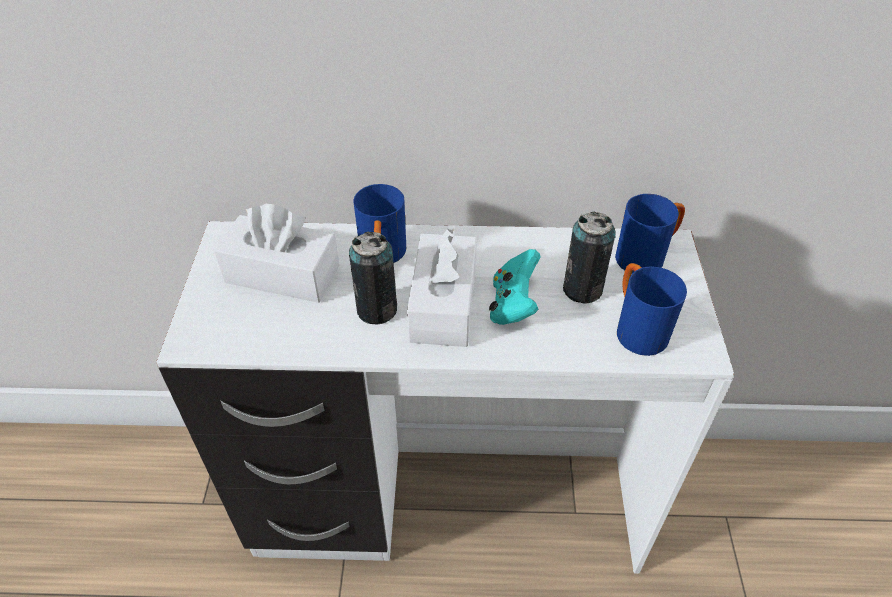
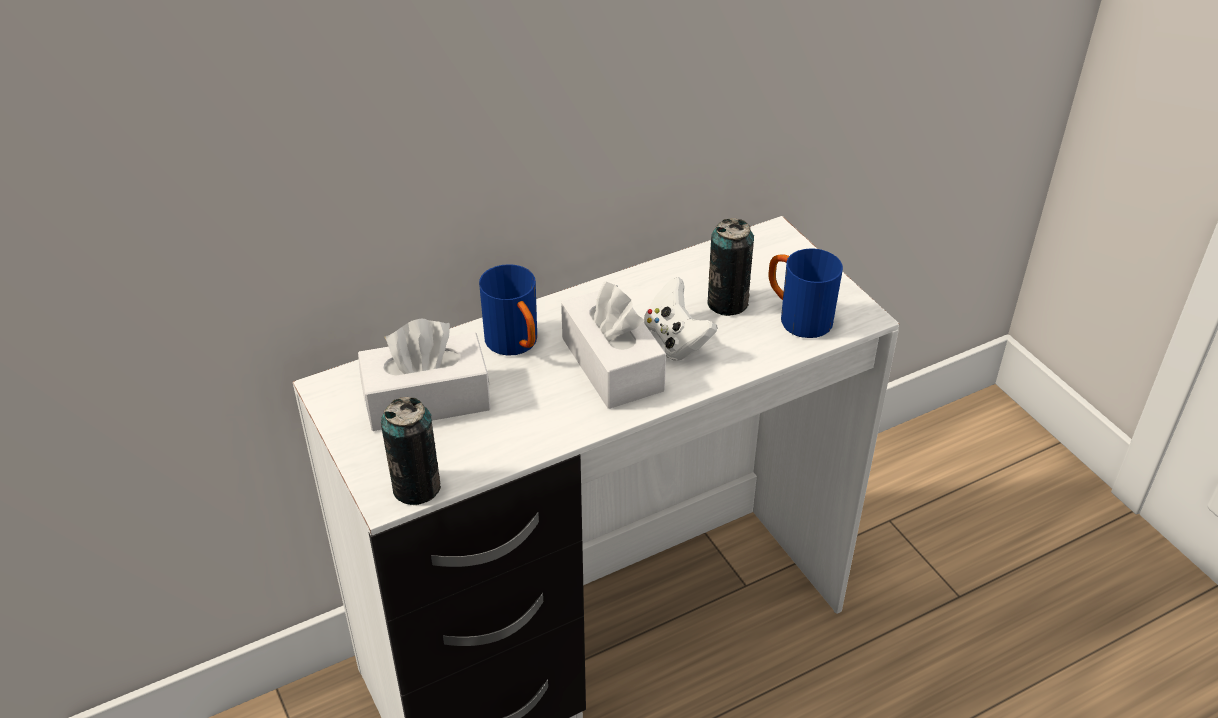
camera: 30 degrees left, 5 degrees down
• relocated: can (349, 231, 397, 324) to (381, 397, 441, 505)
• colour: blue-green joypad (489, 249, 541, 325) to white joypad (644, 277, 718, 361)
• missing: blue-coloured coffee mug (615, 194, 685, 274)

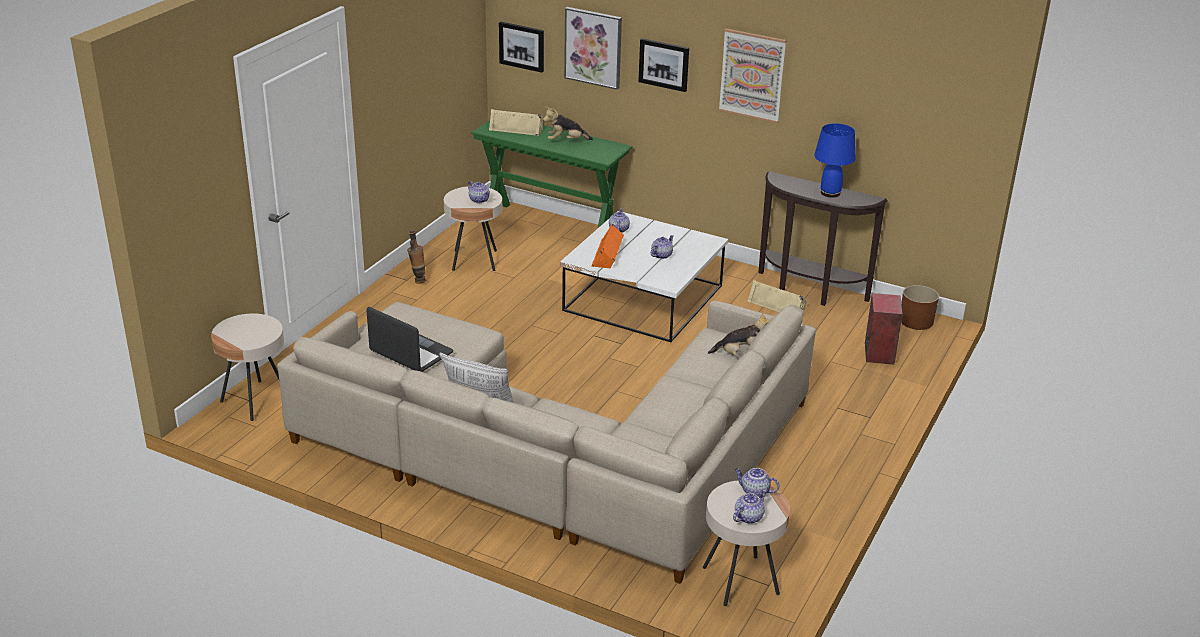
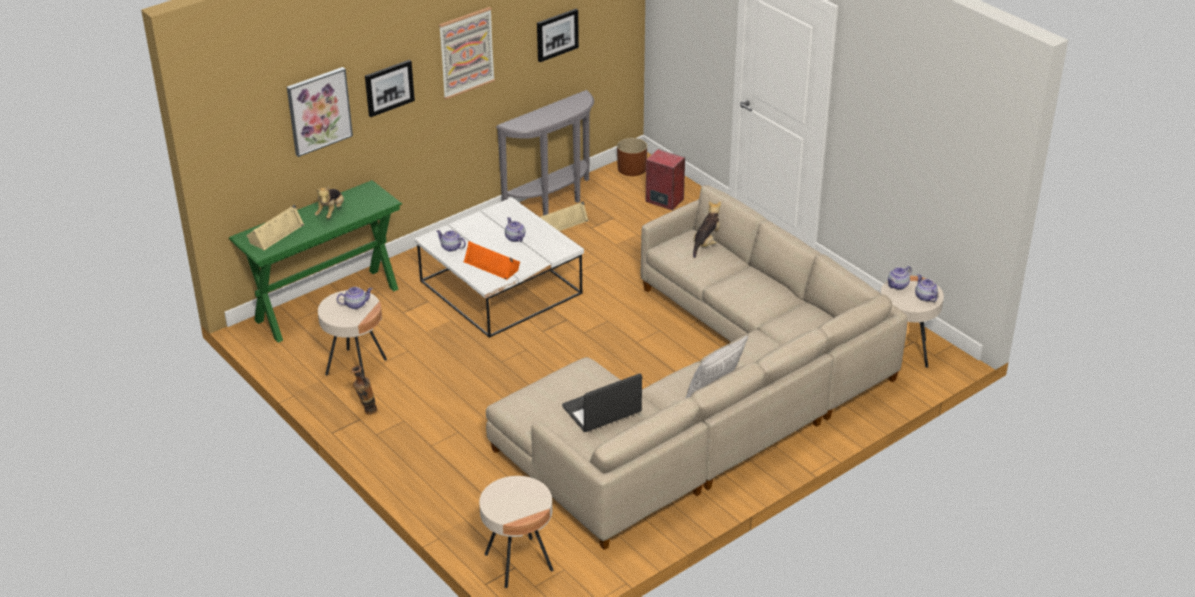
camera: 65 degrees left, 5 degrees up
• relocated: wall art (499, 22, 544, 73) to (537, 9, 579, 62)
• colour: brown-coloured narrow table (758, 171, 888, 306) to grey narrow table (496, 90, 594, 215)
• missing: blue-coloured lamp for a table (814, 123, 856, 198)

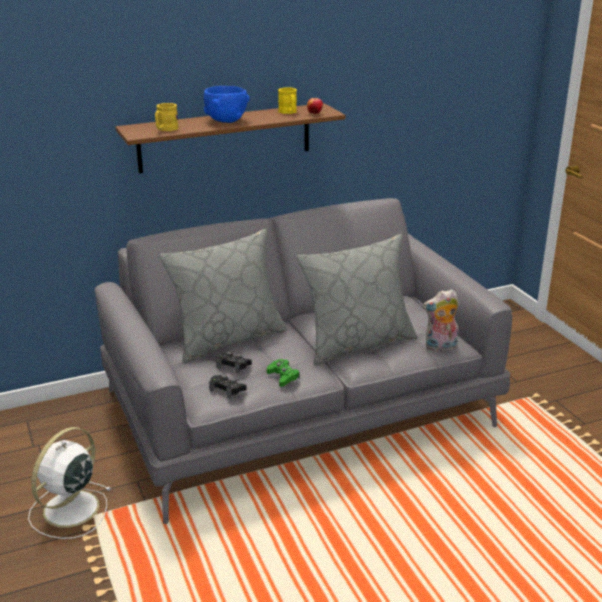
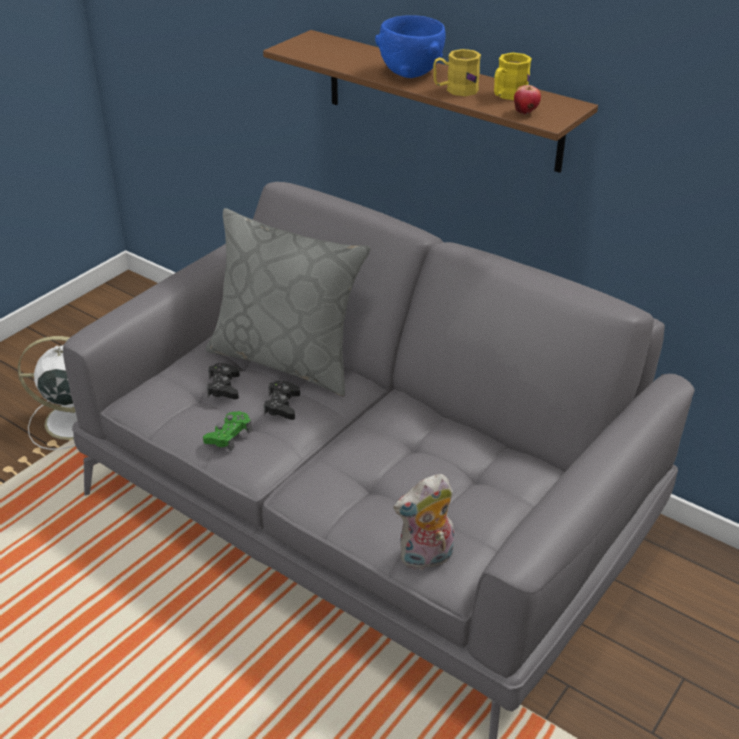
camera: 60 degrees right, 10 degrees up
• relocated: yellowish coffee mug (155, 103, 179, 131) to (433, 49, 481, 96)
• relocated: blackish joypad (209, 375, 247, 399) to (264, 380, 300, 420)
• missing: grey cushion (297, 234, 417, 366)
• spun: cuddly toy (423, 289, 459, 351) = (394, 474, 454, 570) 75 degrees counterclockwise

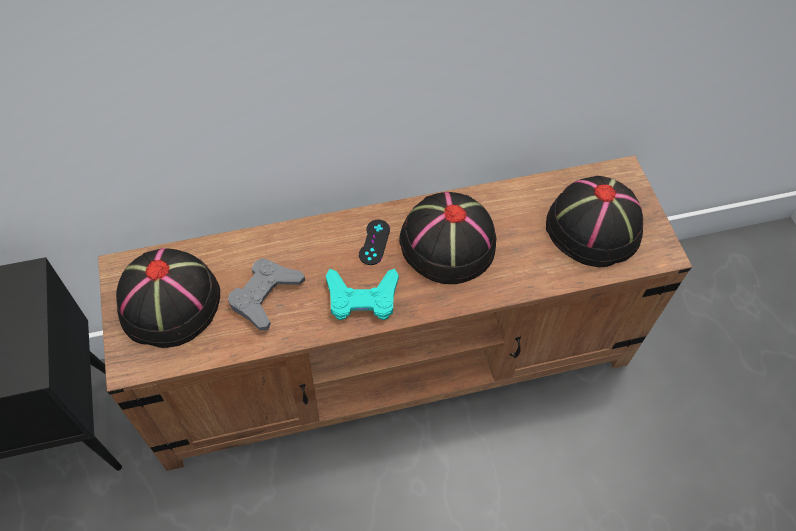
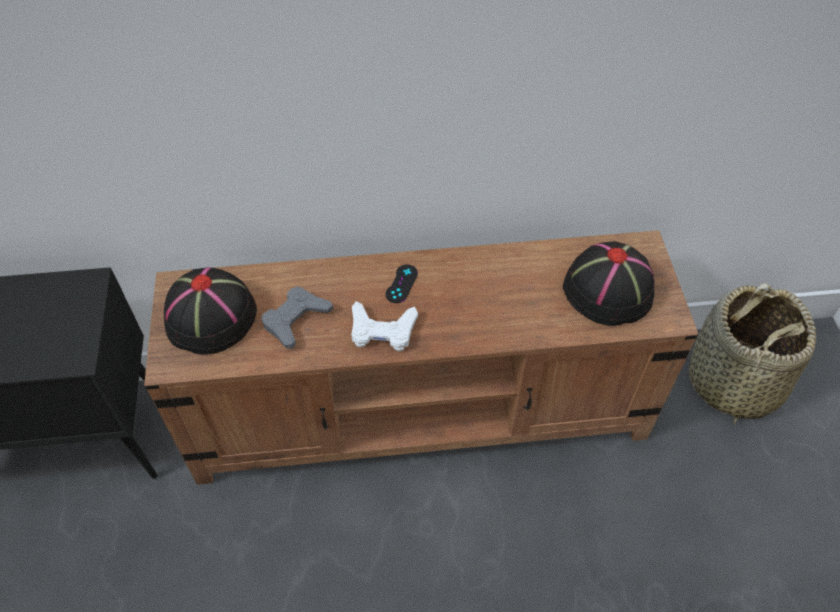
camera: 10 degrees right, 5 degrees down
• colour: blue-green joypad (326, 269, 399, 320) to white joypad (351, 301, 418, 351)
• missing: blackish clothing hat (399, 192, 496, 284)
• appeared: storage basket (689, 283, 816, 425)

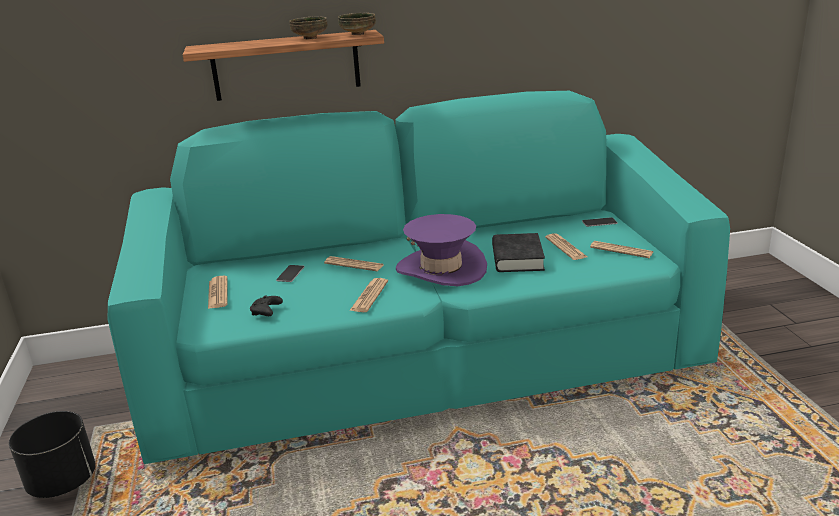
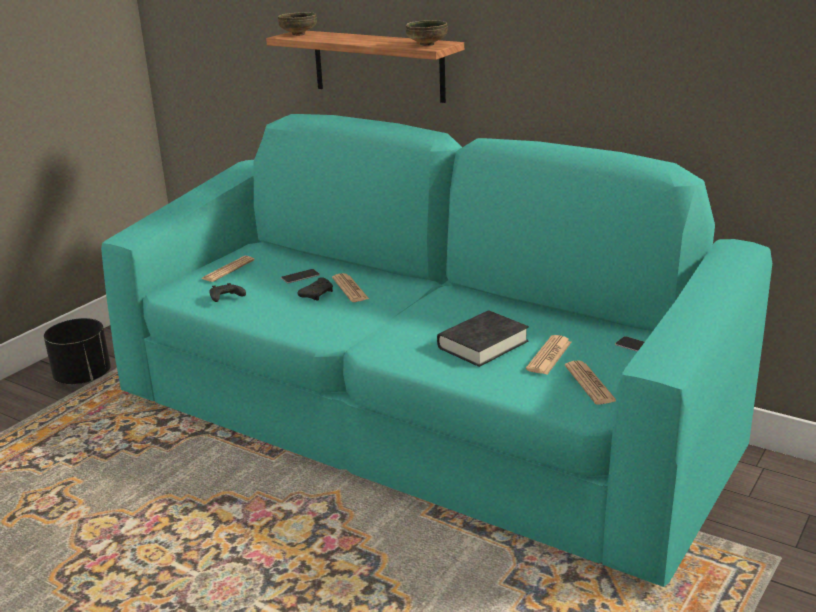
camera: 45 degrees right, 0 degrees up
• relocated: bowl (289, 16, 327, 39) to (278, 12, 317, 36)
• missing: printed paper (349, 278, 388, 312)
• missing: purplish clothing hat (396, 214, 487, 286)
• appeared: blackish joypad (297, 277, 333, 301)

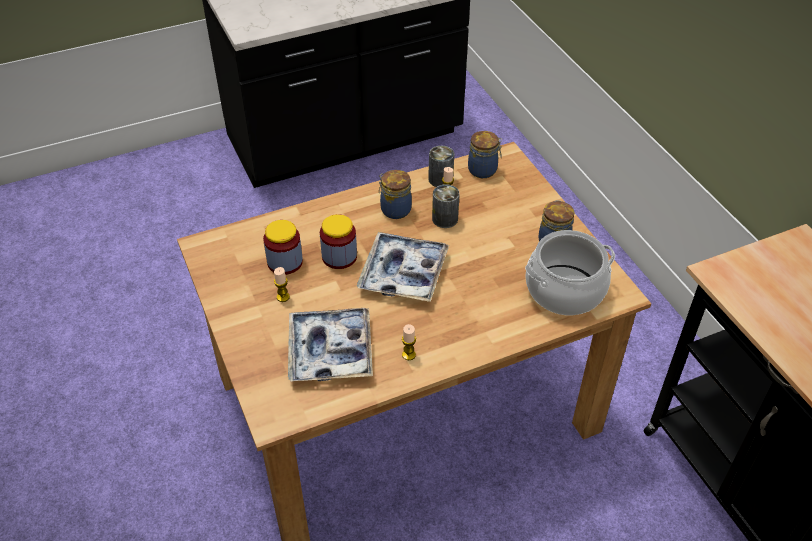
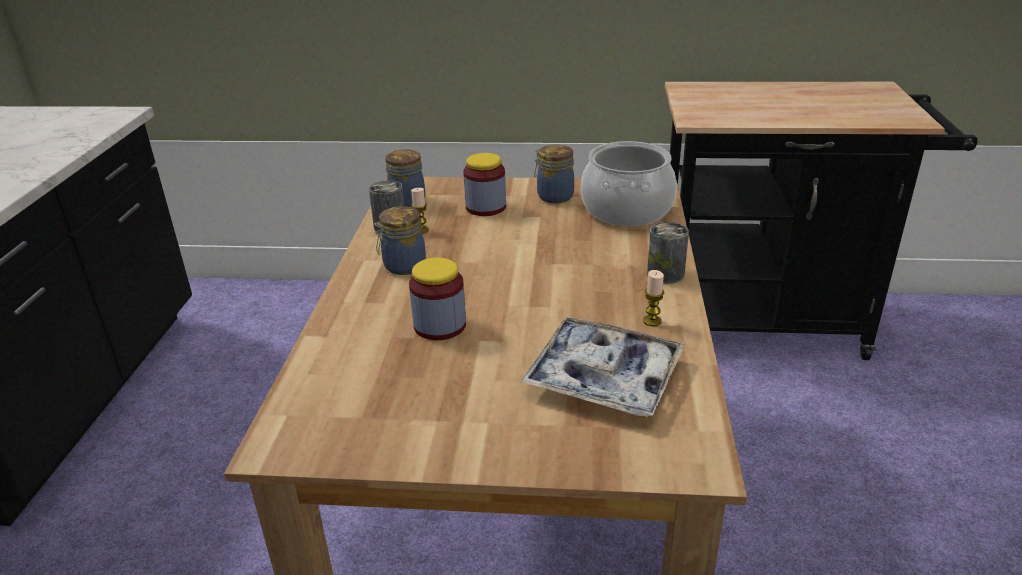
camera: 60 degrees left, 15 degrees down
• relocated: storage jar (263, 220, 303, 275) to (463, 153, 506, 216)
• missing: wax light (274, 267, 290, 302)
• missing: tray (357, 232, 449, 302)
• relocated: can (432, 184, 460, 228) to (647, 222, 689, 284)

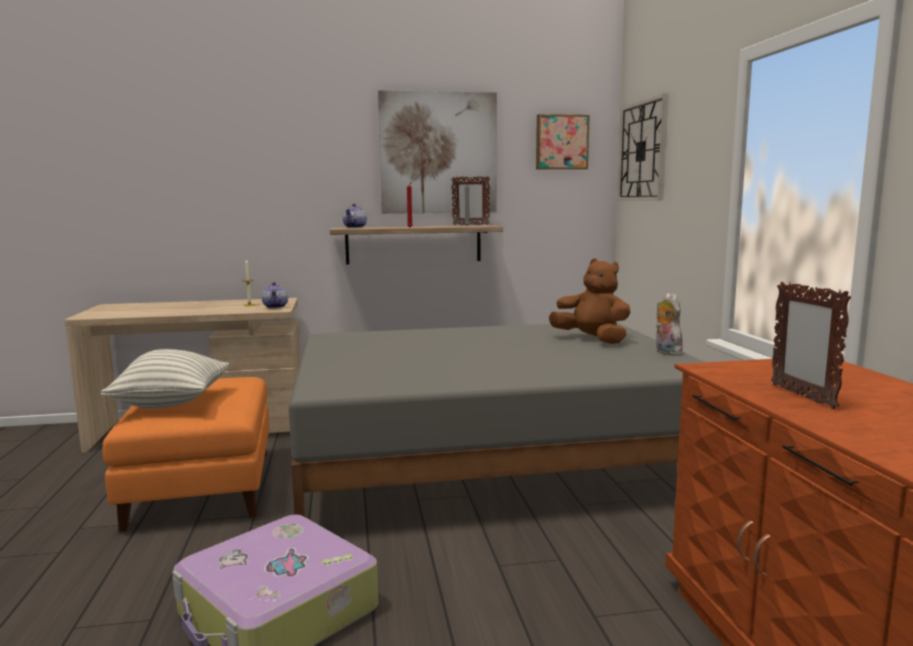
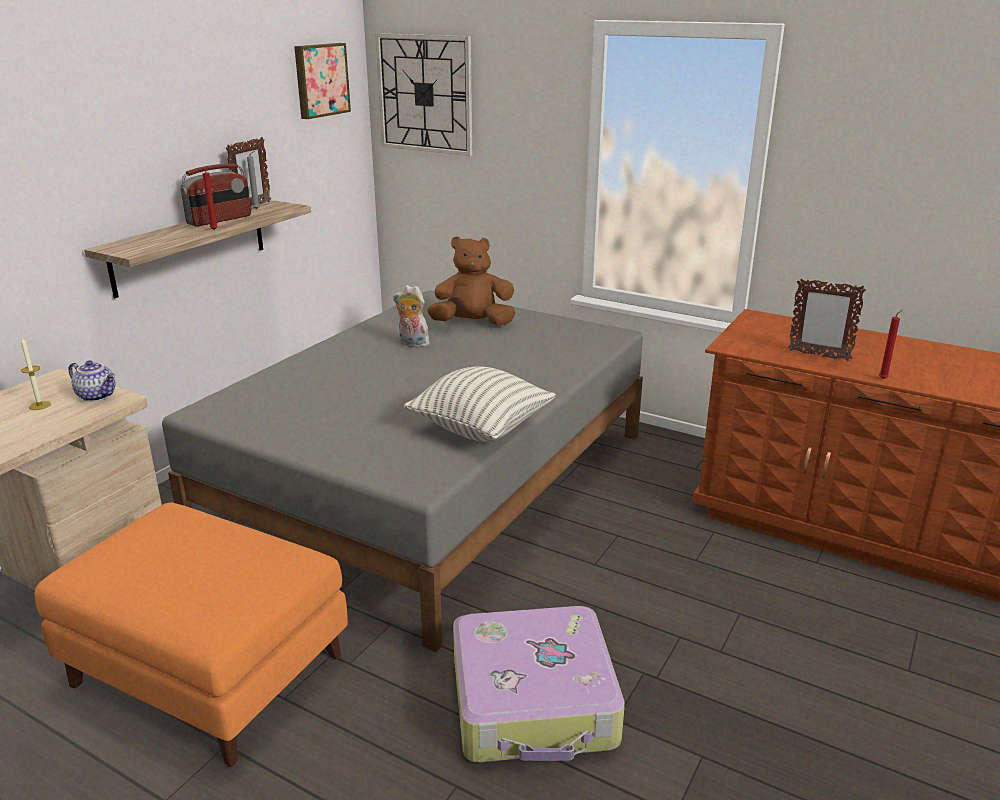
camera: 50 degrees left, 15 degrees up
• relocated: cushion (101, 349, 229, 409) to (404, 366, 556, 442)
• missing: teapot (343, 204, 367, 228)
• missing: wall art (378, 90, 497, 214)
• relocated: cuddly toy (656, 293, 683, 356) to (393, 285, 433, 348)
• appeared: radio (181, 164, 251, 226)
• appeared: red wax light (879, 310, 902, 379)

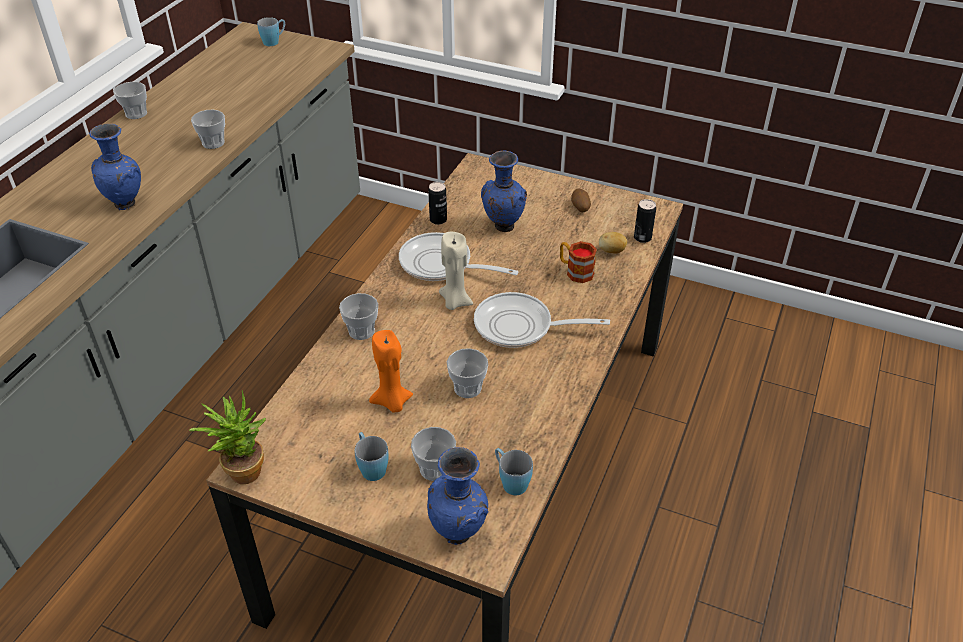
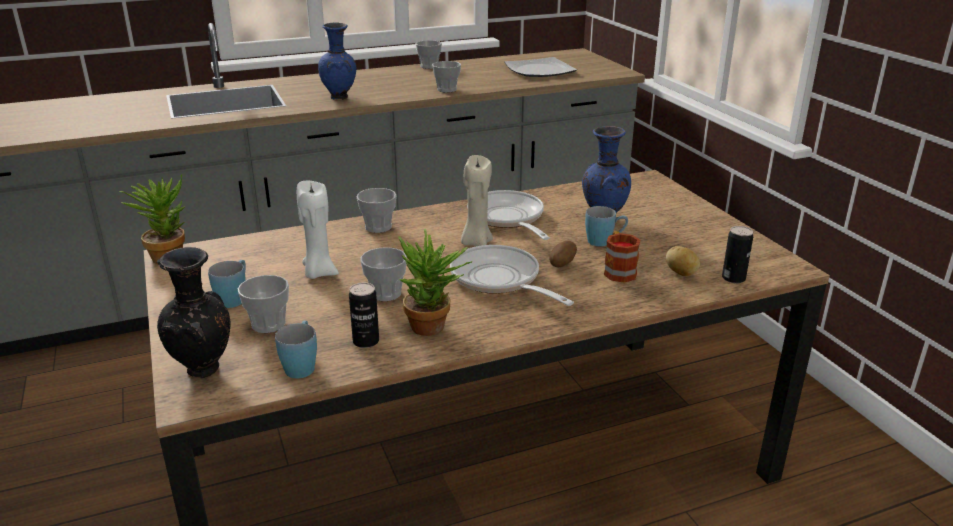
camera: 45 degrees right, 15 degrees down
• relocated: blue-coloured coffee mug (257, 17, 285, 46) to (585, 206, 628, 246)
• colour: orange wax light (369, 330, 413, 412) to white wax light (297, 181, 339, 279)
• colour: blue-coloured decorative vase (427, 447, 488, 545) to blackish decorative vase (157, 247, 231, 379)
• relocated: can (428, 182, 447, 225) to (349, 283, 379, 348)
• relocated: potato (571, 189, 591, 212) to (549, 241, 577, 267)
• appeared: potted plant (398, 229, 472, 336)
• appeared: flat dish (504, 57, 577, 77)

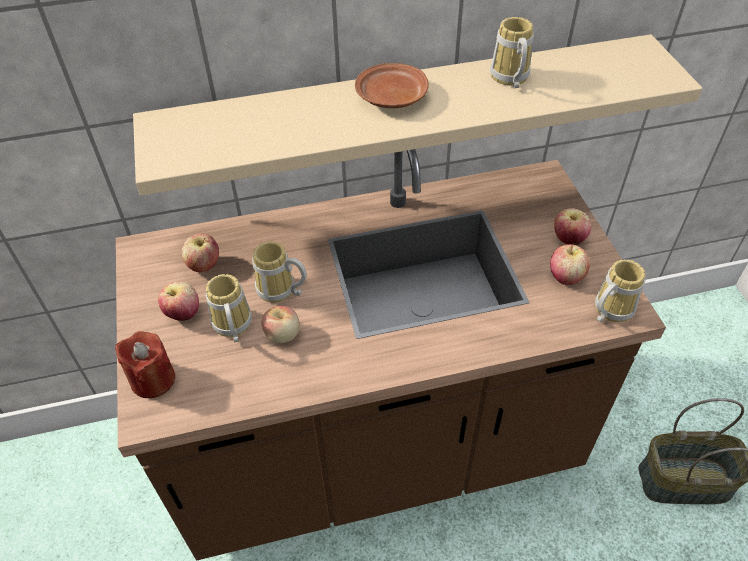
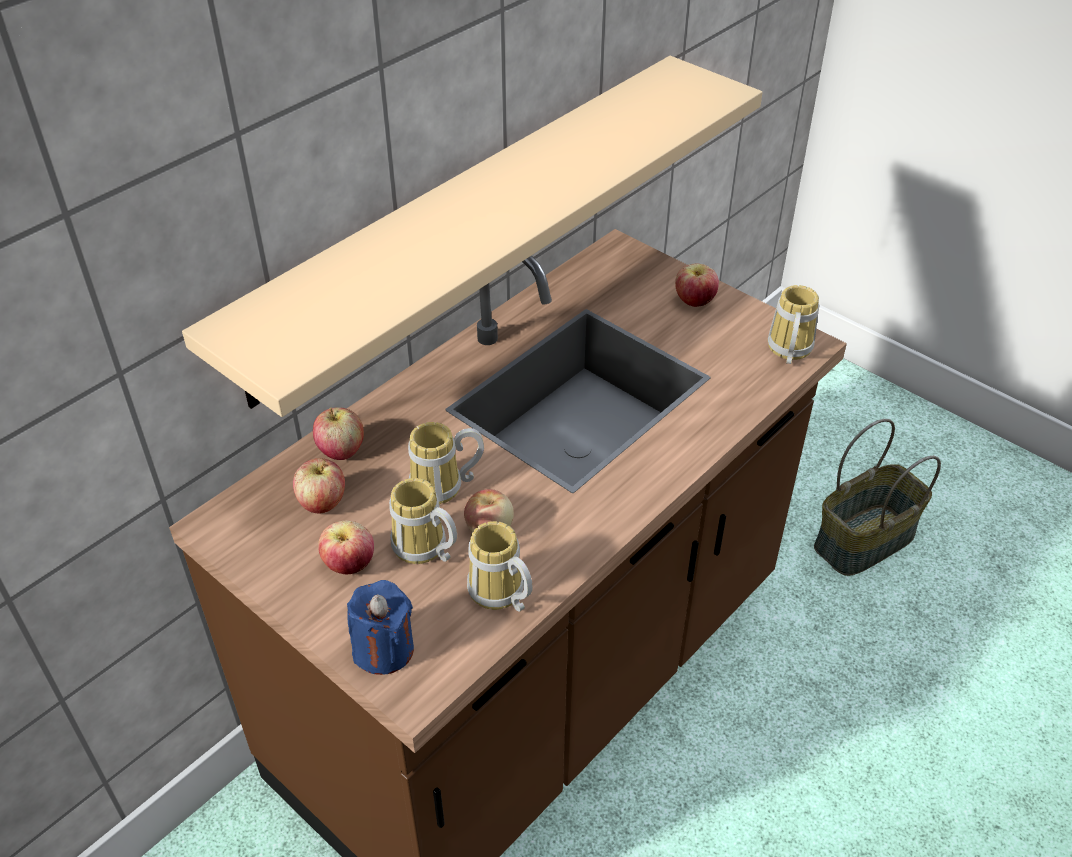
camera: 35 degrees left, 5 degrees down
• colour: red wax light (115, 331, 175, 398) to blue-coloured wax light (347, 580, 414, 675)
• missing: brown-coloured flat dish (355, 63, 429, 108)
• relocated: coffee mug (490, 17, 534, 88) to (467, 521, 533, 612)
• relocated: apple fruit (550, 244, 590, 285) to (313, 407, 364, 460)

